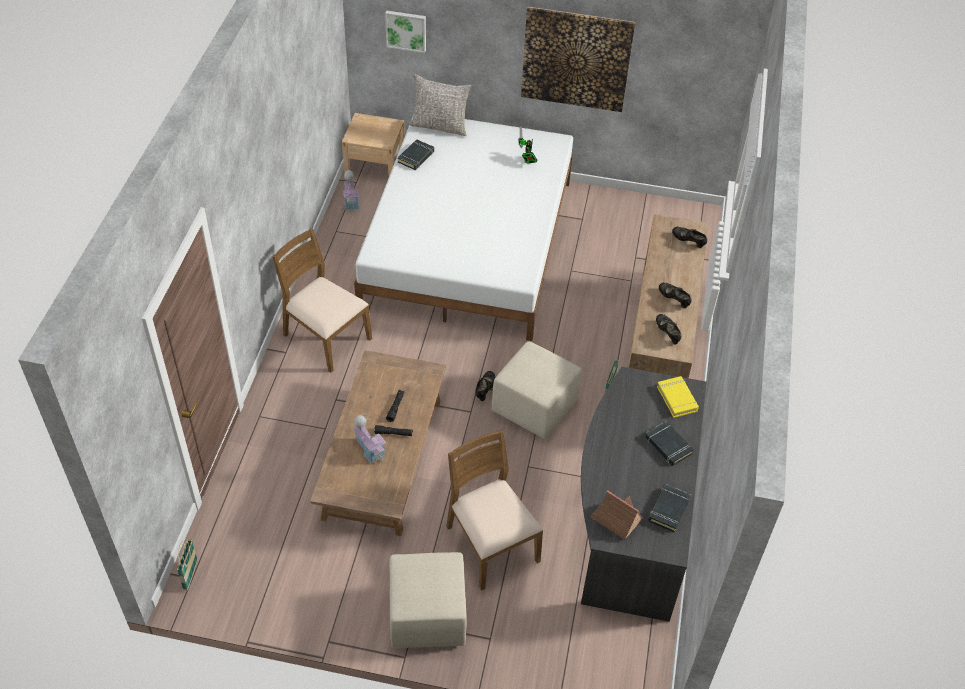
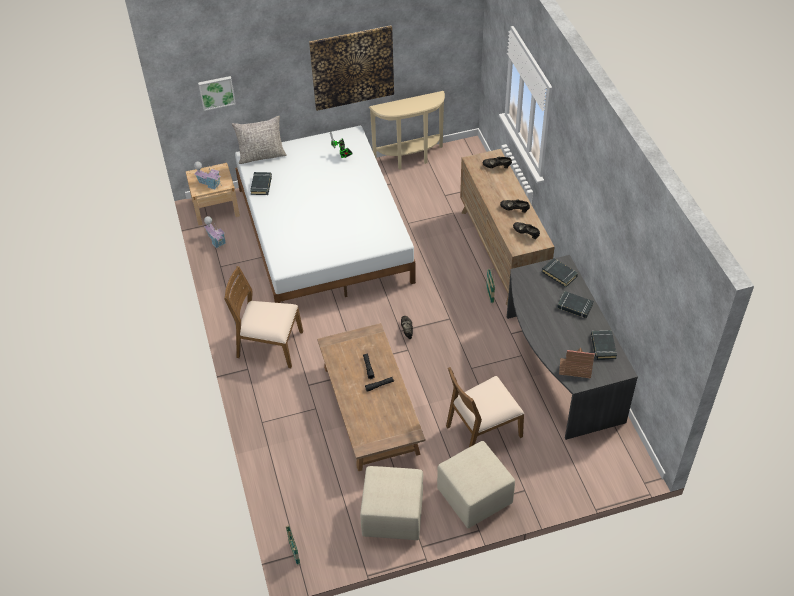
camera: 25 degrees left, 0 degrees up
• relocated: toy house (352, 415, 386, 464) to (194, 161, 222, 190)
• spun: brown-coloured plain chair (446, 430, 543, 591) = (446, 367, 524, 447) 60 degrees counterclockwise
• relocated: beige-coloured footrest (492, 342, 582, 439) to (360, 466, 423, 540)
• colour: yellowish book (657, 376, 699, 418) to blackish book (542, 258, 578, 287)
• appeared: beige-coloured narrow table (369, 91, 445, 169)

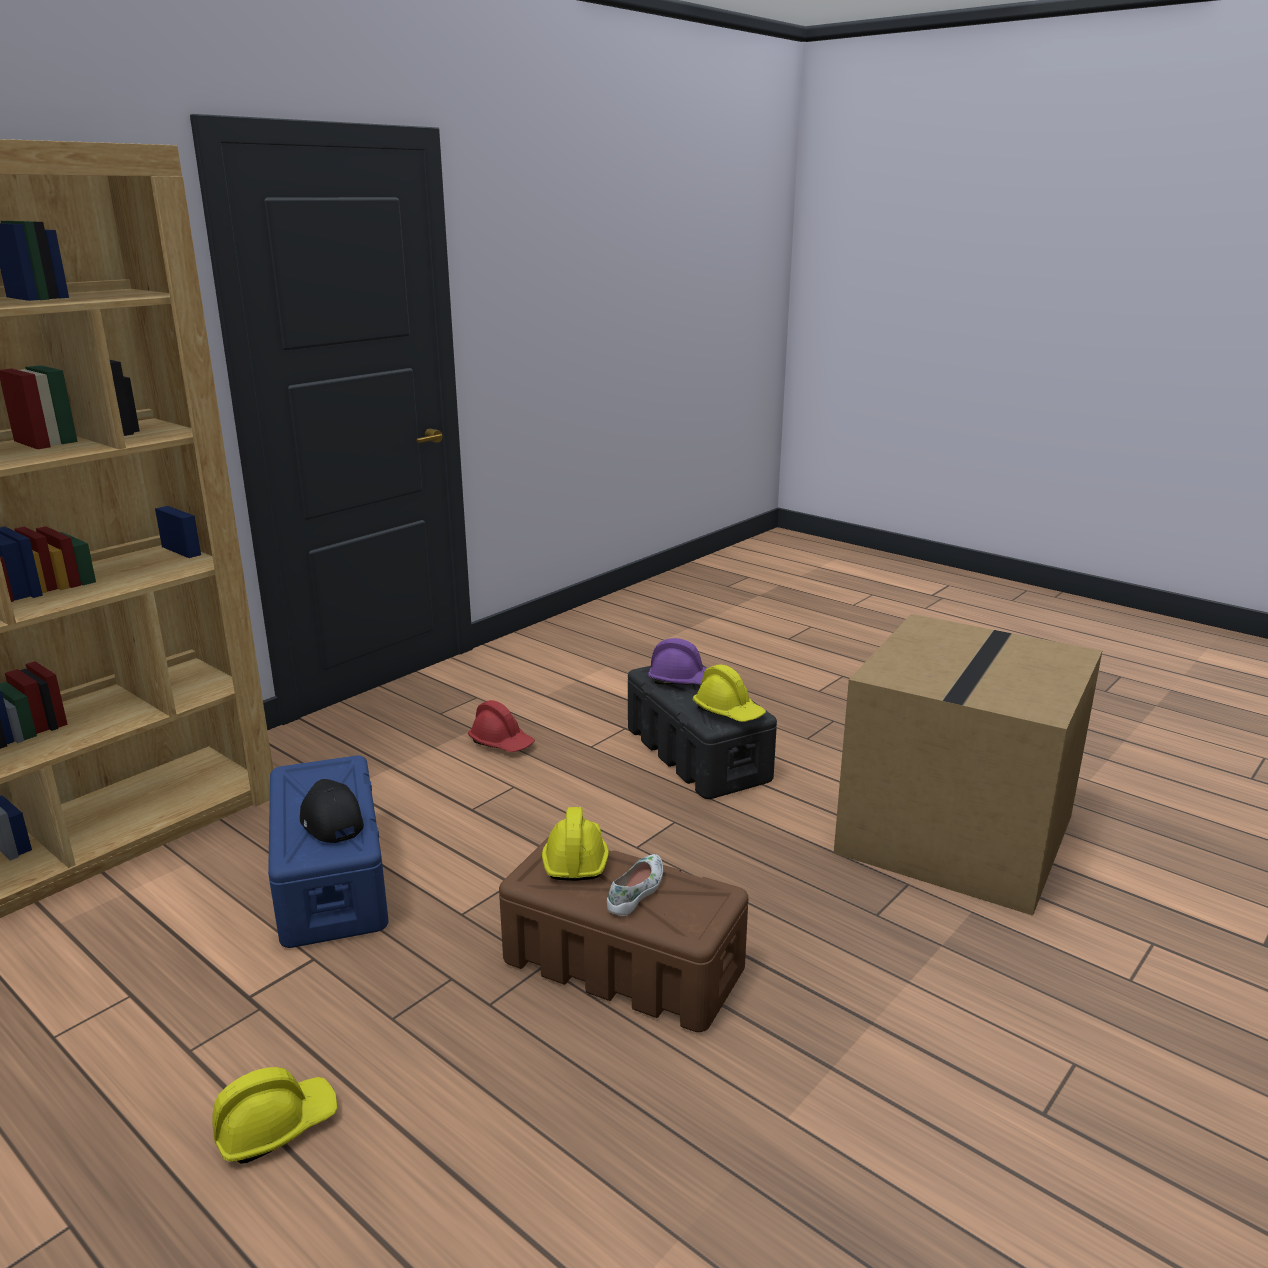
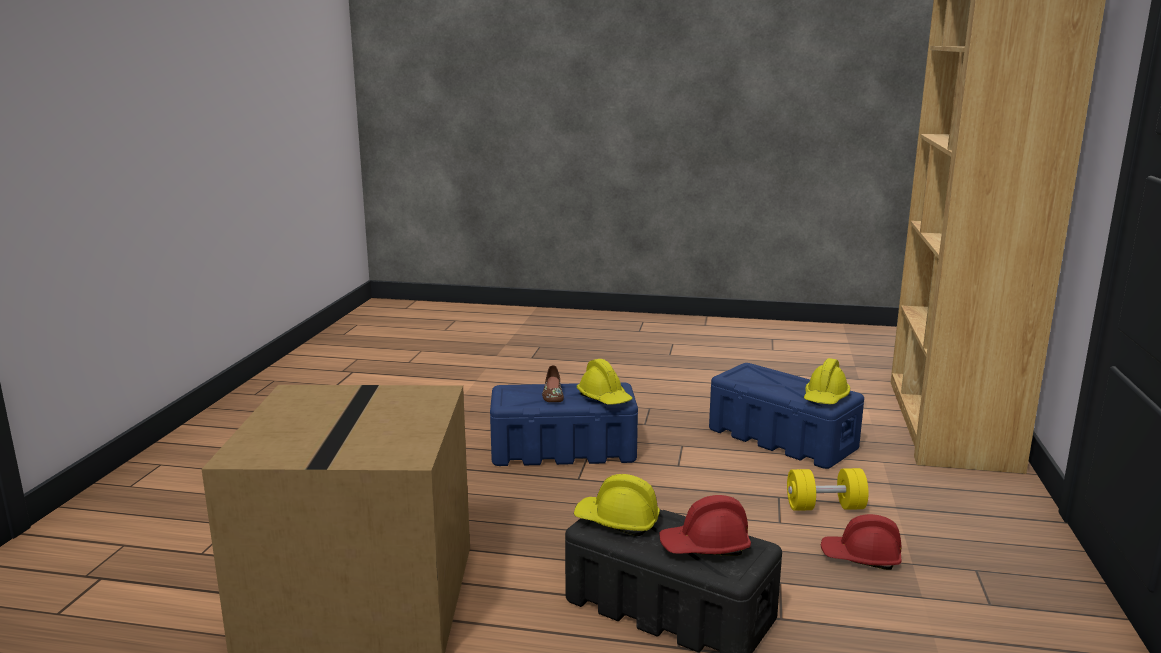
camera: 150 degrees right, 5 degrees down
• relocated: yellowish hard hat (212, 1067, 337, 1164) to (804, 358, 850, 404)
• missing: blackish peaked cap (300, 779, 364, 843)
• colour: brown-coloured storage bin (499, 837, 748, 1032) to blue-coloured storage bin (490, 382, 638, 466)
• colour: white item of footwear (607, 854, 663, 916) to brown-coloured item of footwear (542, 365, 564, 402)
• colour: purplish hard hat (648, 638, 707, 685) to red hard hat (659, 495, 751, 556)
• appeared: yellowish dumbbell (787, 468, 868, 511)

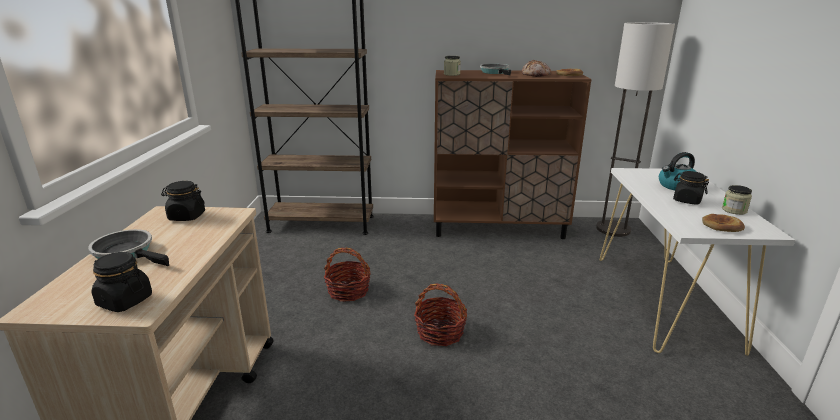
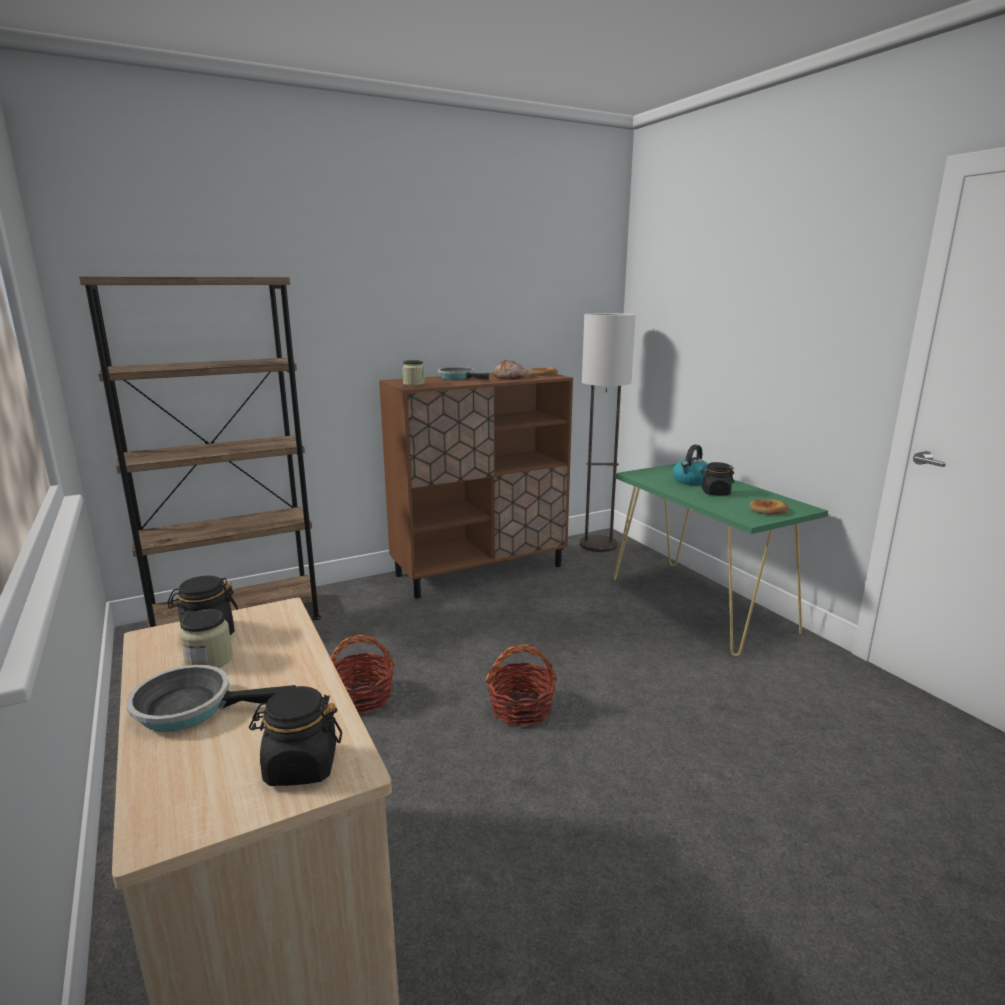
camera: 30 degrees left, 5 degrees down
• colour: white narrow table (600, 168, 795, 356) to greenish narrow table (613, 464, 828, 657)
• relocated: storage jar (722, 185, 752, 215) to (180, 609, 233, 668)

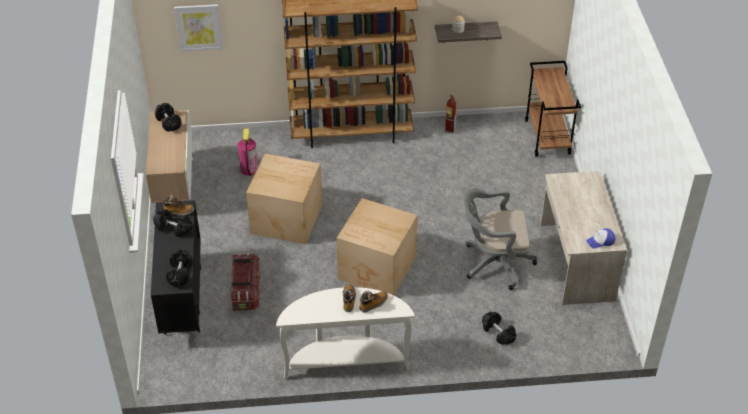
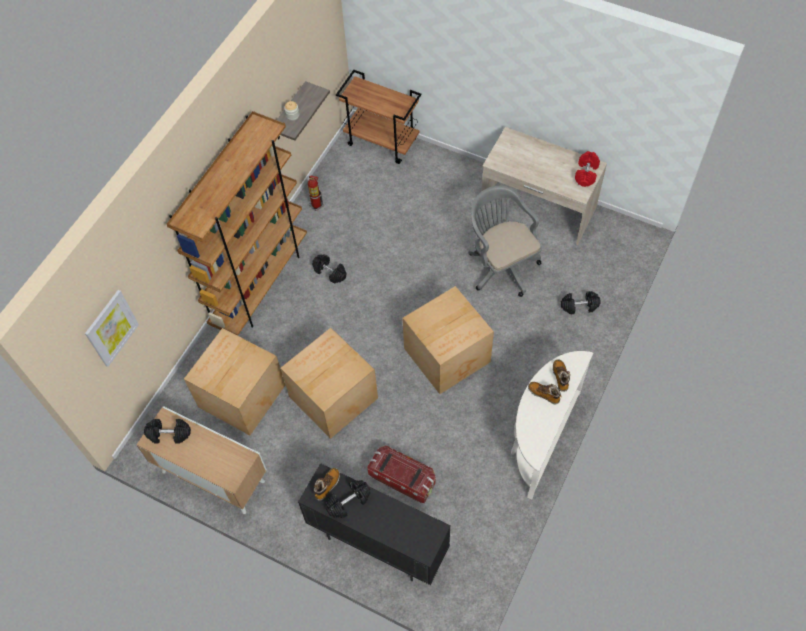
camera: 55 degrees left, 15 degrees up
• relocated: blackish dumbbell (166, 249, 193, 287) to (312, 254, 346, 283)
• exchanged: fire extinguisher (237, 128, 258, 176) to cardboard box (184, 328, 285, 435)
• spun: grey computer chair (464, 188, 537, 290) = (468, 186, 542, 297) 120 degrees clockwise
• exchanged: peaked cap (586, 228, 615, 248) to red dumbbell (575, 151, 600, 187)

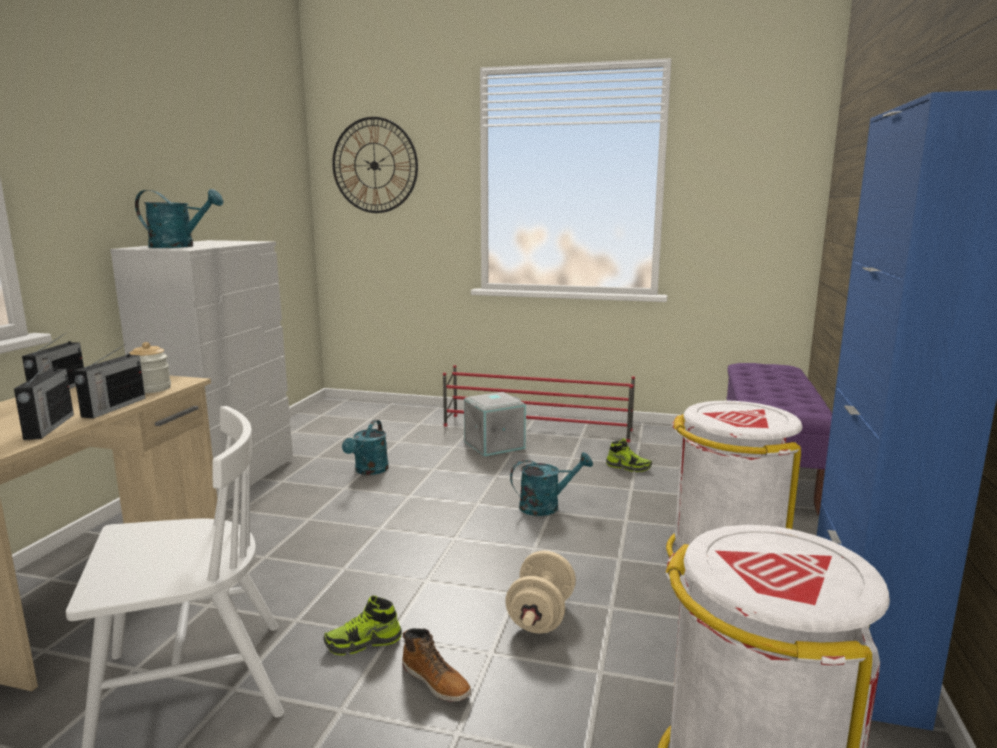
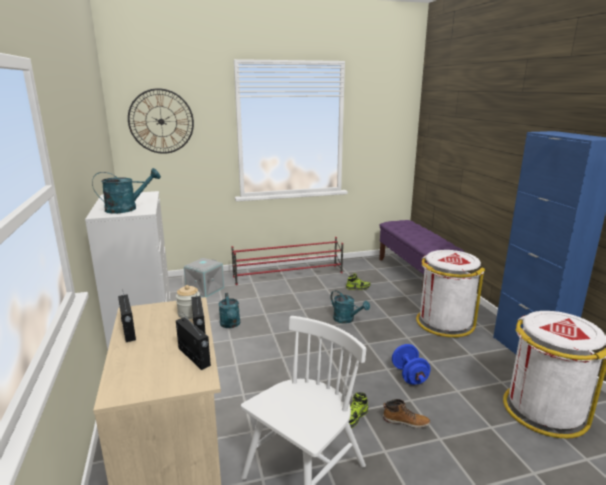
camera: 30 degrees left, 5 degrees up
• relocated: grey storage bin (464, 392, 526, 456) to (184, 258, 224, 297)
• colour: beige-coloured dumbbell (505, 551, 576, 634) to blue-coloured dumbbell (392, 344, 431, 385)
• spun: blue-green sprinkling can (510, 452, 593, 516) = (330, 290, 370, 324) 90 degrees clockwise

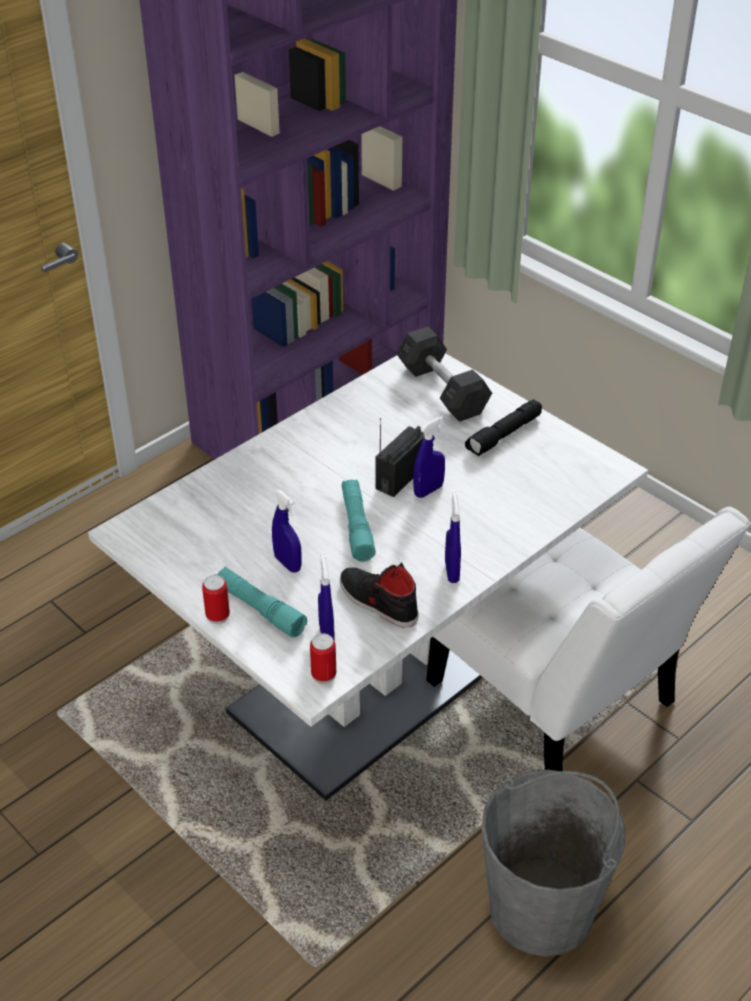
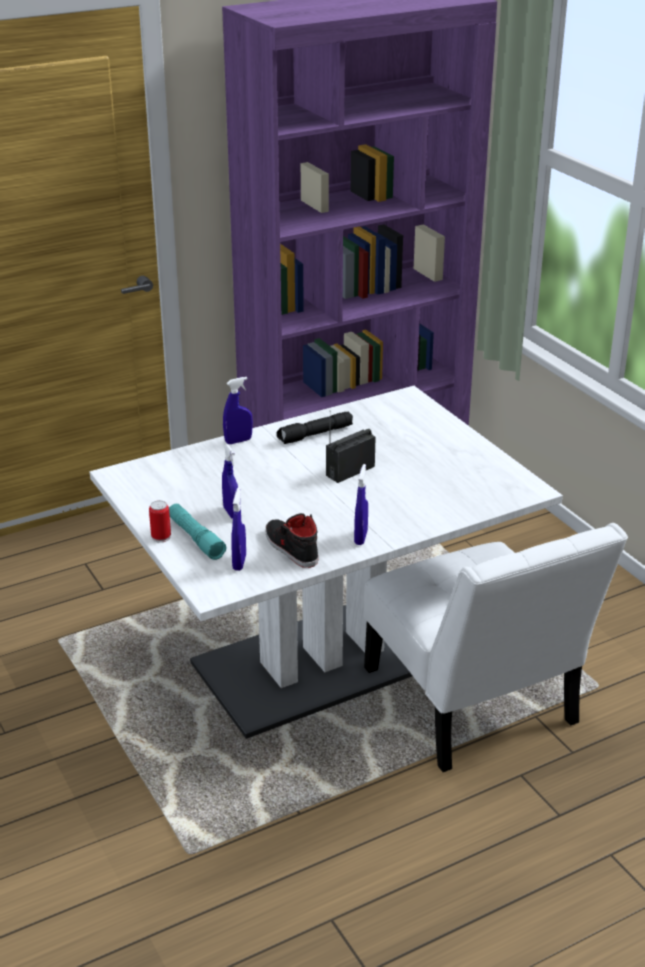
camera: 15 degrees right, 10 degrees down
• missing: can (310, 633, 336, 684)
• missing: blue-green flashlight (342, 479, 376, 562)
• missing: grey dumbbell (397, 327, 492, 422)
• relocated: blue-coloured hand sprayer (413, 416, 445, 498) to (223, 377, 253, 444)
• relocated: blackish flashlight (465, 399, 542, 456) to (277, 412, 353, 444)
• missing: grey water bucket (481, 770, 626, 957)

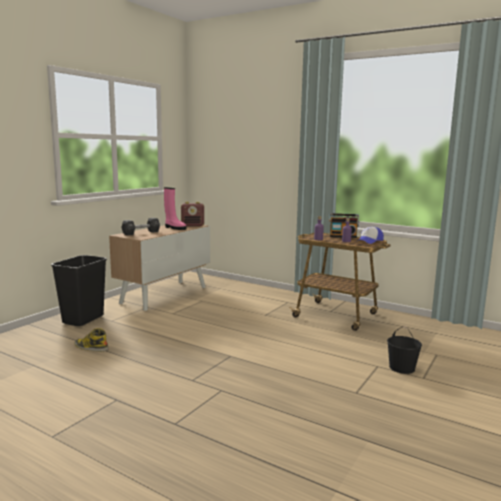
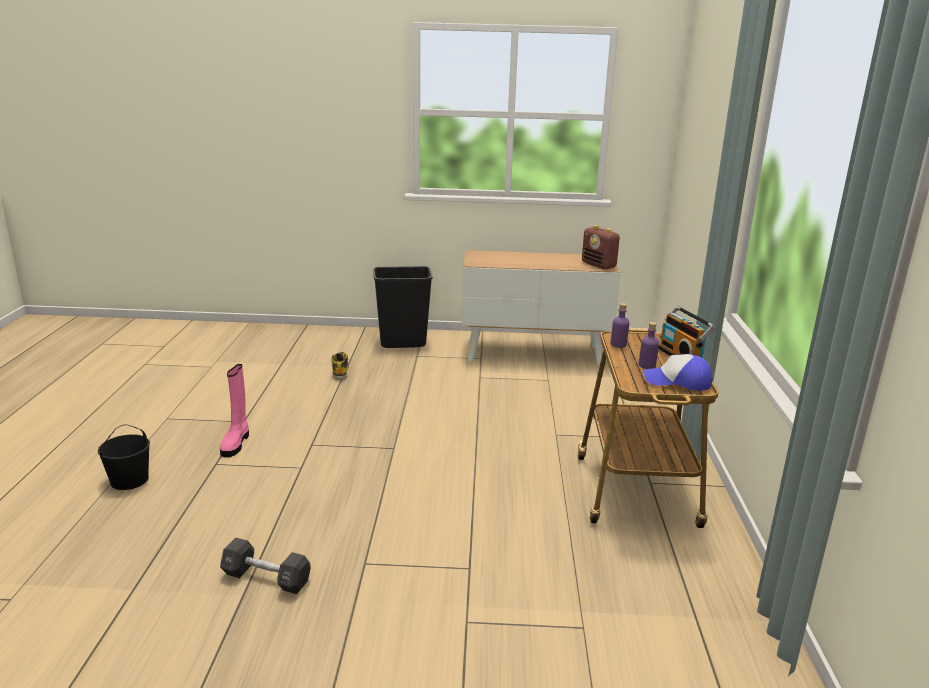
camera: 60 degrees right, 10 degrees up
• relocated: blackish dumbbell (121, 218, 160, 236) to (220, 538, 311, 594)
• relocated: pinkish tall boot (164, 187, 187, 230) to (220, 364, 249, 457)
• relocated: blackish water bucket (387, 326, 422, 374) to (98, 424, 150, 490)

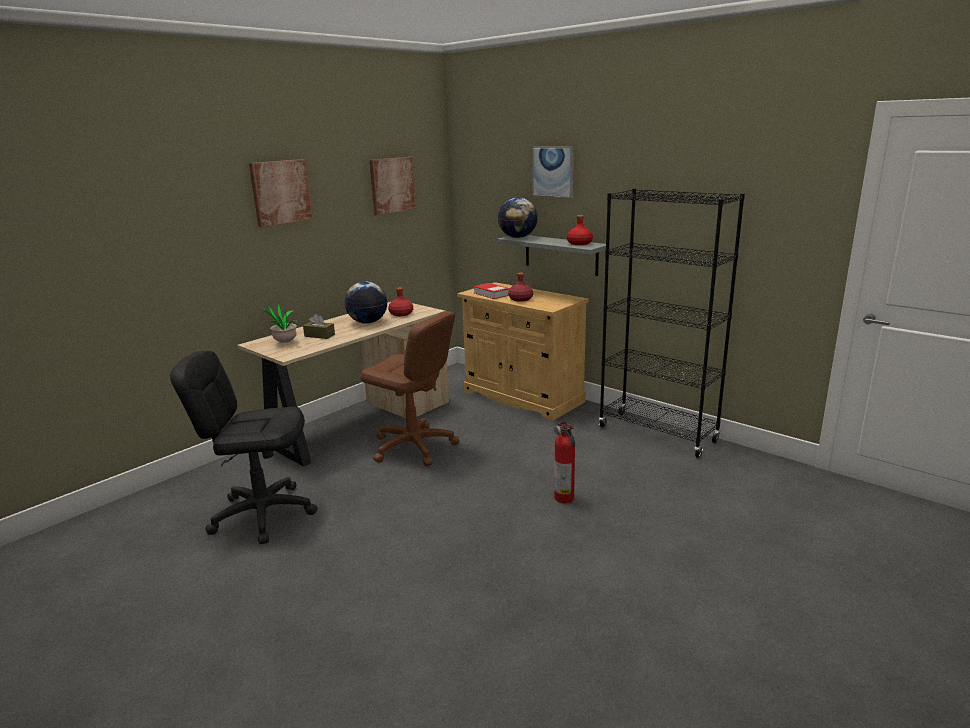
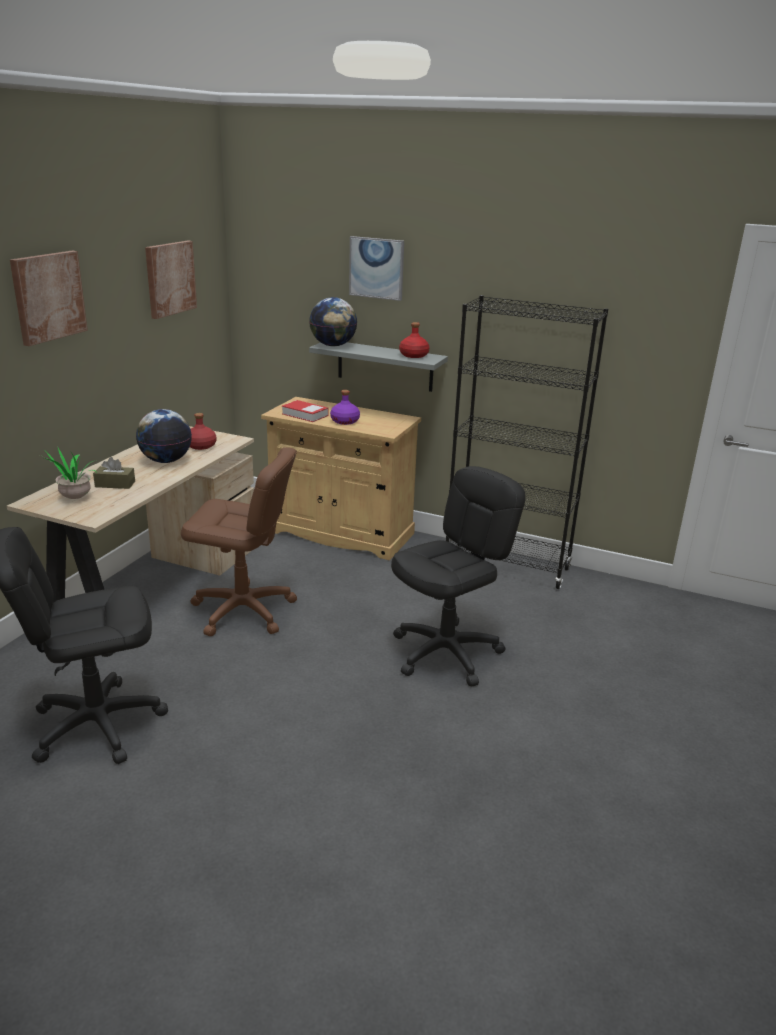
camera: 20 degrees left, 5 degrees up
• colour: red beverage bottle (508, 272, 533, 302) to purplish beverage bottle (330, 390, 360, 425)
• exchanged: fire extinguisher (554, 421, 575, 503) to blackish computer chair (391, 466, 526, 687)

